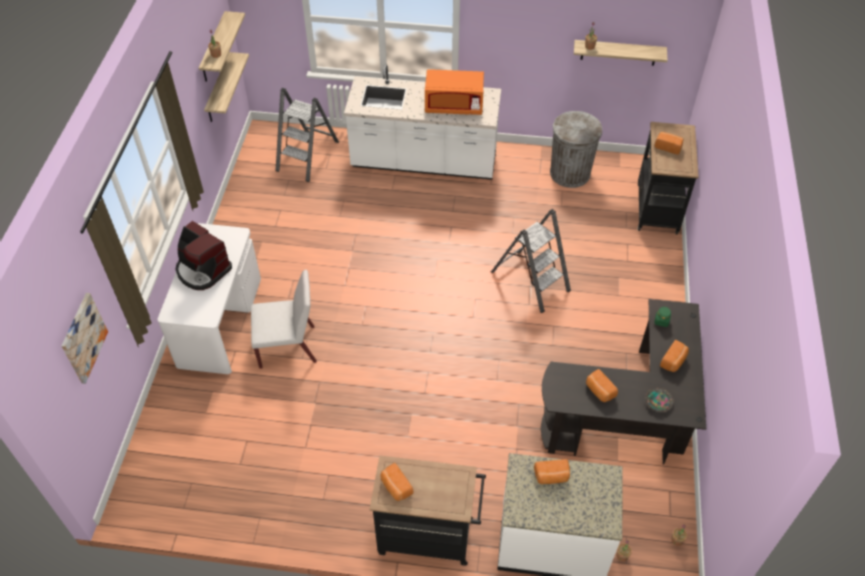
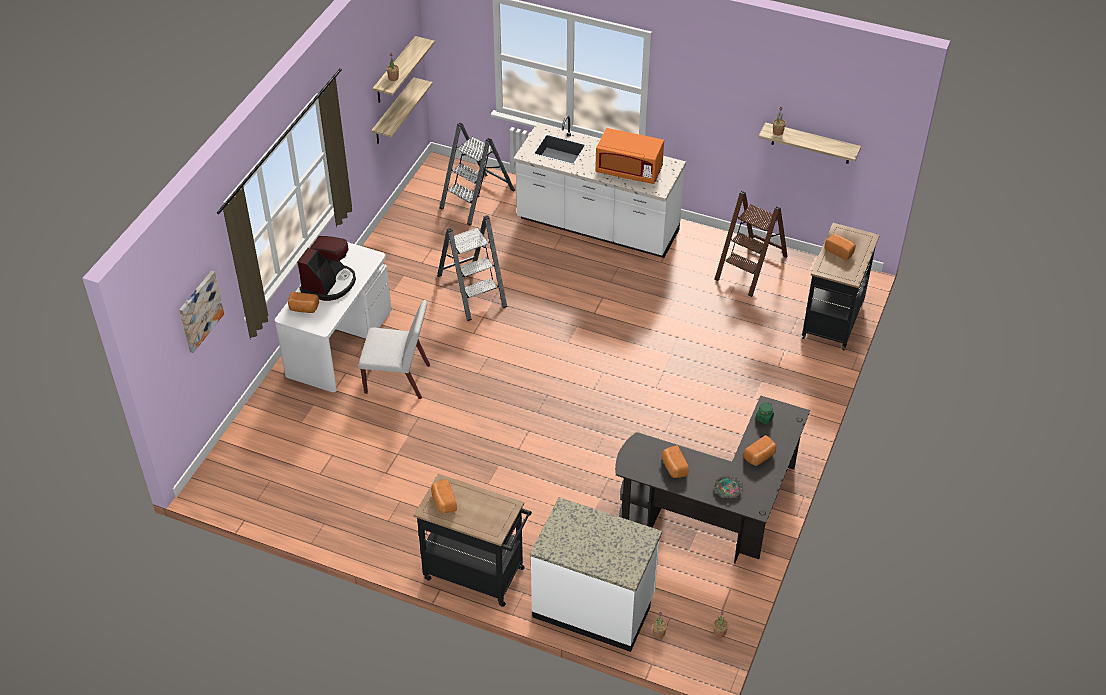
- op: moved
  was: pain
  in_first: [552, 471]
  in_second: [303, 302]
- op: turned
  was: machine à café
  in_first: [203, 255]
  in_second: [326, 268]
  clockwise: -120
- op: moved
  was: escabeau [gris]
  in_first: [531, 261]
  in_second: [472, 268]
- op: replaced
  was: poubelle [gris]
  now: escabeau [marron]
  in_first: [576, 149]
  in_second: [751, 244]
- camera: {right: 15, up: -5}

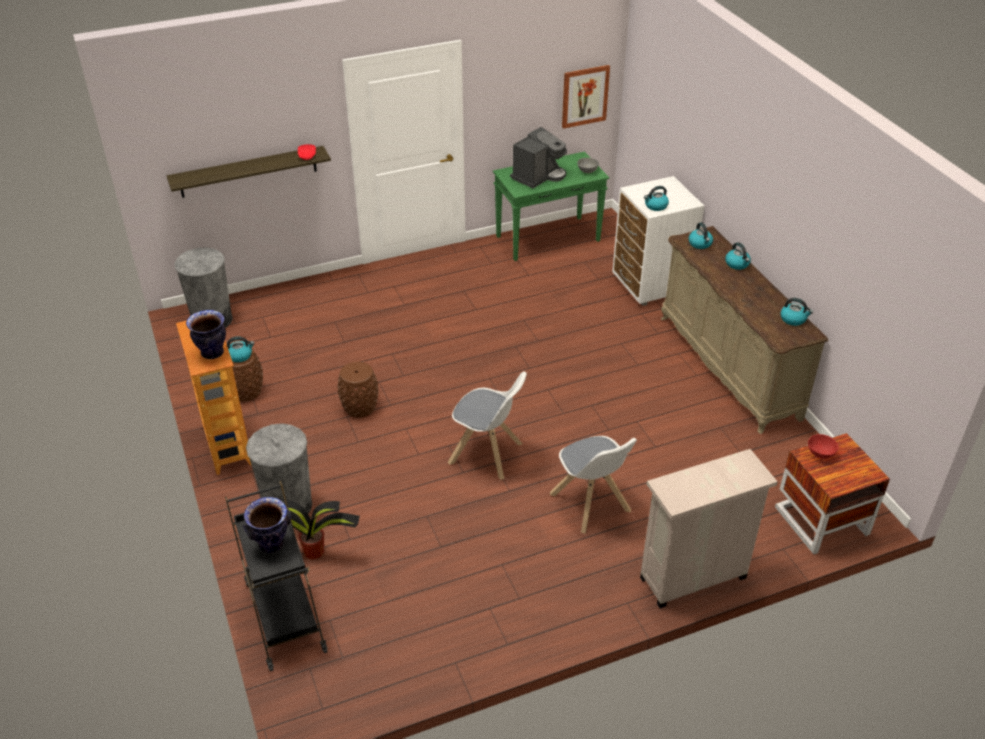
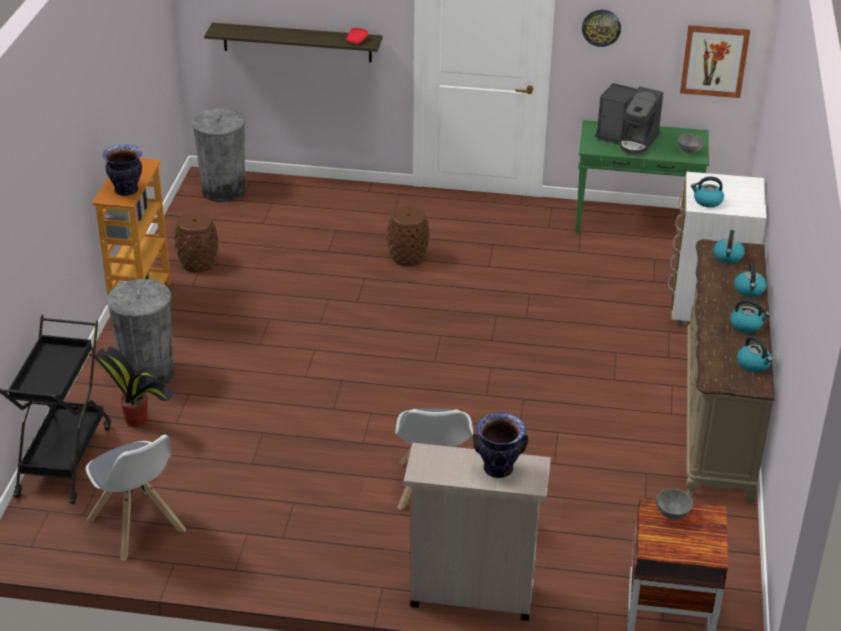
- op: moved
  was: chaise
  in_first: [487, 425]
  in_second: [136, 497]
- op: moved
  was: tabouret [marron]
  in_first: [358, 390]
  in_second: [408, 236]
- op: moved
  was: vase
  in_first: [267, 525]
  in_second: [501, 445]
- op: added
  now: horloge murale
  in_second: [601, 28]
- op: turned
  was: machine à café
  in_first: [538, 157]
  in_second: [629, 119]
  clockwise: 45
- op: recoloured
  was: bol [rouge]
  now: bol [gris]
  in_first: [823, 446]
  in_second: [674, 504]
- op: moved
  was: bouilloire
  in_first: [241, 349]
  in_second: [750, 316]
- camera: {right: 30, up: -5}

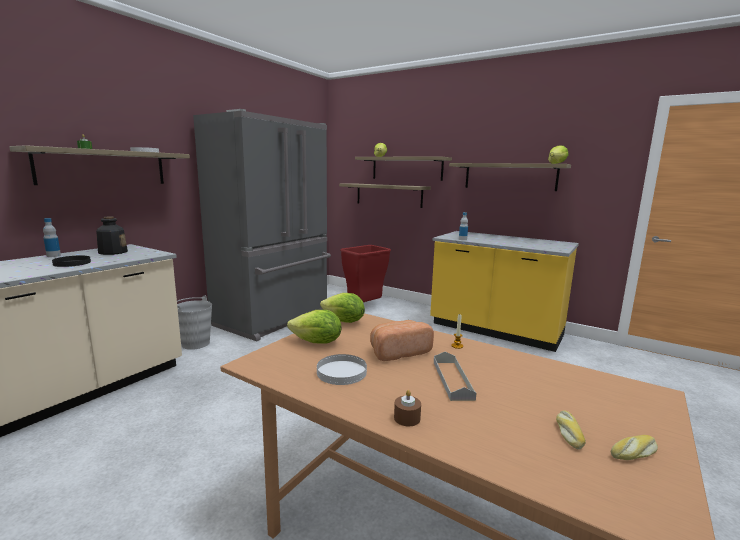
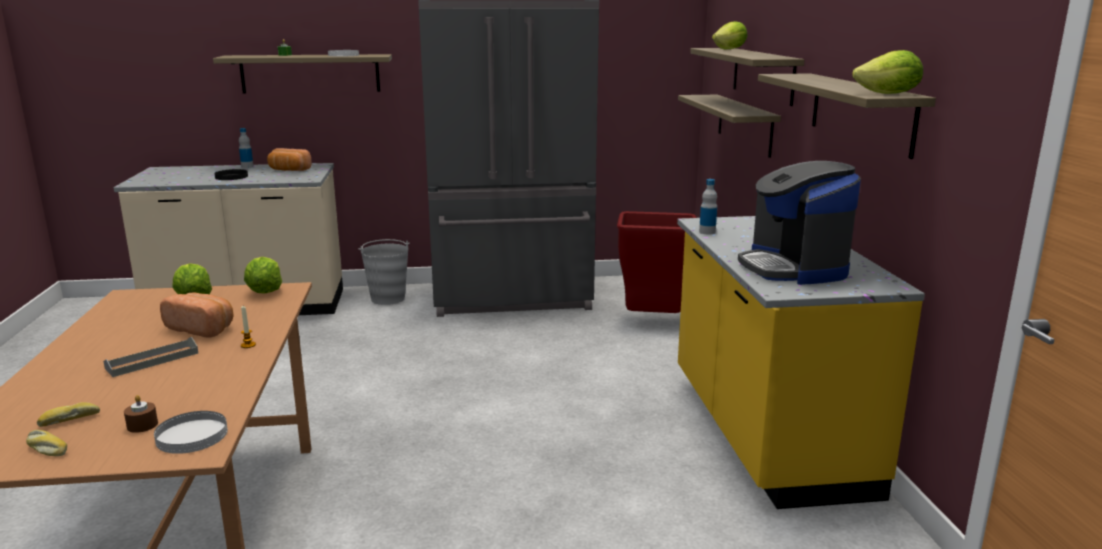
- op: moved
  was: bougie [marron]
  in_first: [407, 408]
  in_second: [141, 414]
- op: moved
  was: assiette [blanc]
  in_first: [342, 369]
  in_second: [191, 432]
- op: replaced
  was: bouteille
  now: pain
  in_first: [112, 235]
  in_second: [289, 159]
- op: added
  now: machine à café
  in_second: [799, 223]
- camera: {right: 50, up: 5}

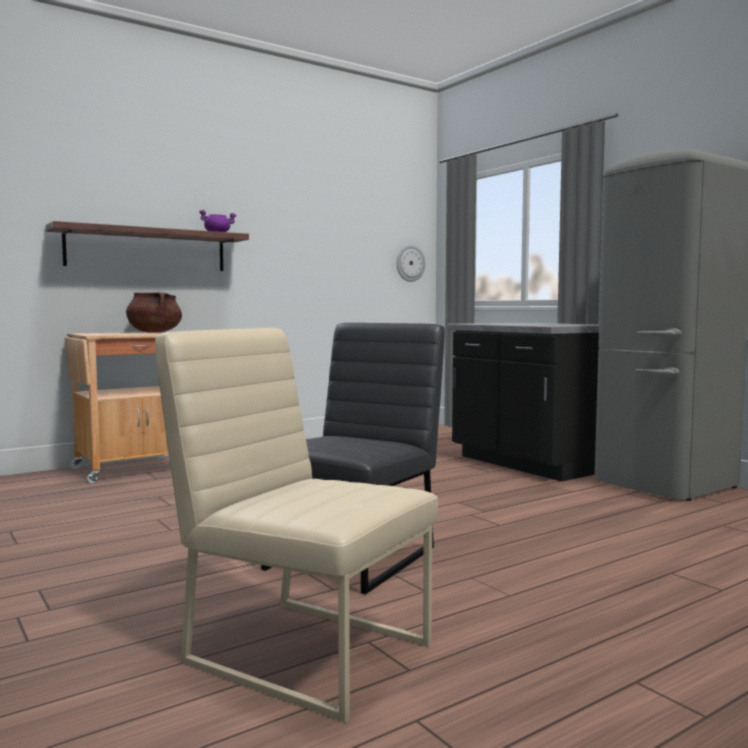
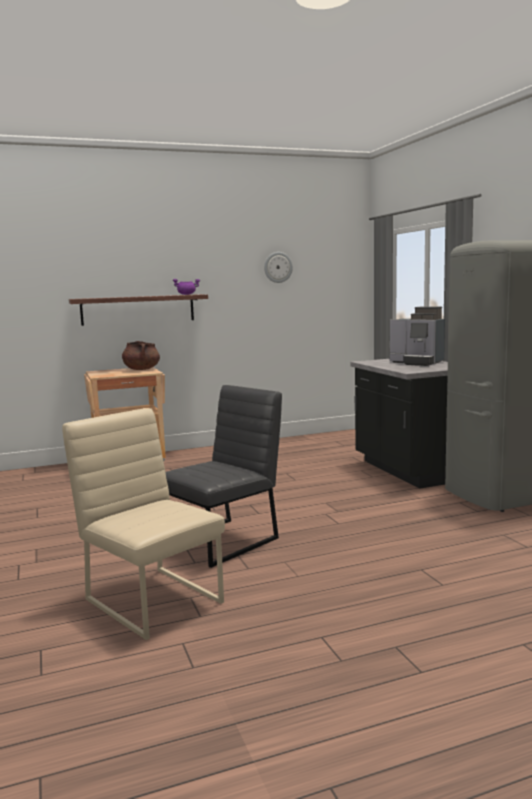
- op: moved
  was: horloge murale
  in_first: [410, 263]
  in_second: [278, 267]
- op: added
  now: machine à café
  in_second: [417, 336]
- camera: {right: 15, up: 5}

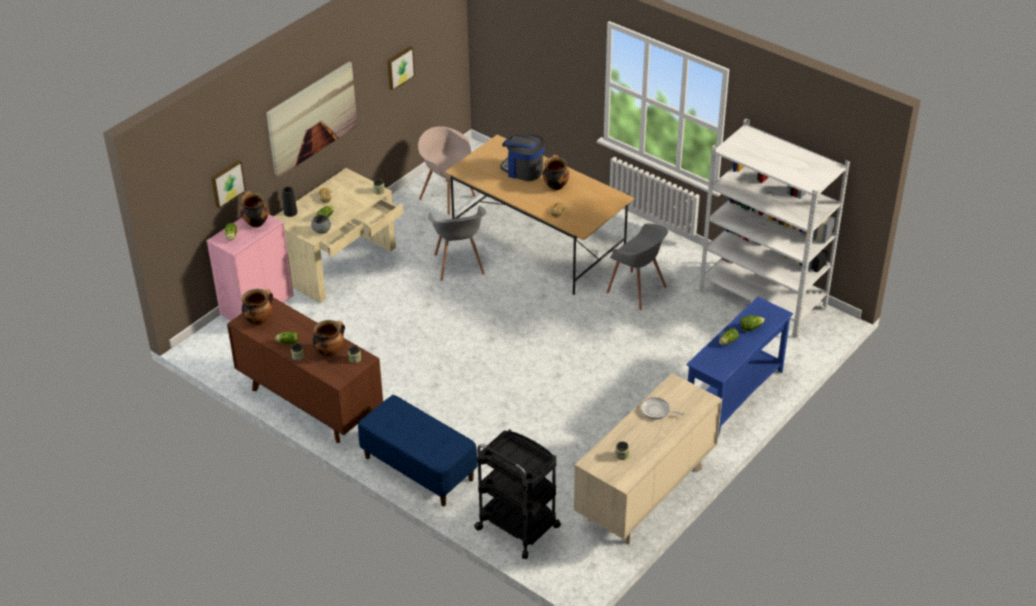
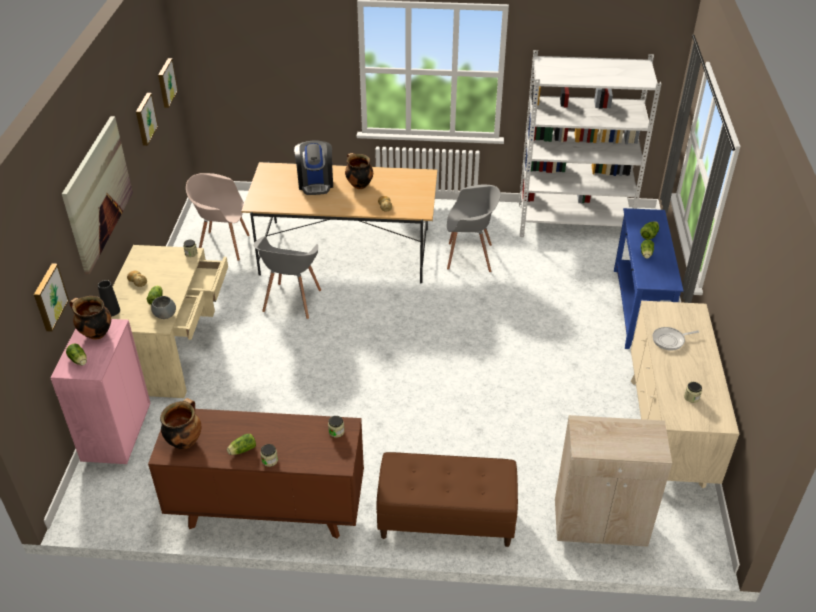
- op: added
  now: tableau
  in_second: [168, 83]
- op: turned
  was: chaise [gris]
  in_first: [457, 243]
  in_second: [287, 277]
  clockwise: 60
- op: turned
  was: machine à café
  in_first: [522, 158]
  in_second: [313, 168]
  clockwise: -90
- op: recoloured
  was: banc [bleu]
  now: banc [marron]
  in_first: [417, 450]
  in_second: [447, 499]
- op: replaced
  was: chariot [noir]
  now: meuble de rangement [beige]
  in_first: [517, 494]
  in_second: [613, 481]
- op: removed
  was: marmite
  in_first: [329, 338]
- camera: {right: -35, up: 0}

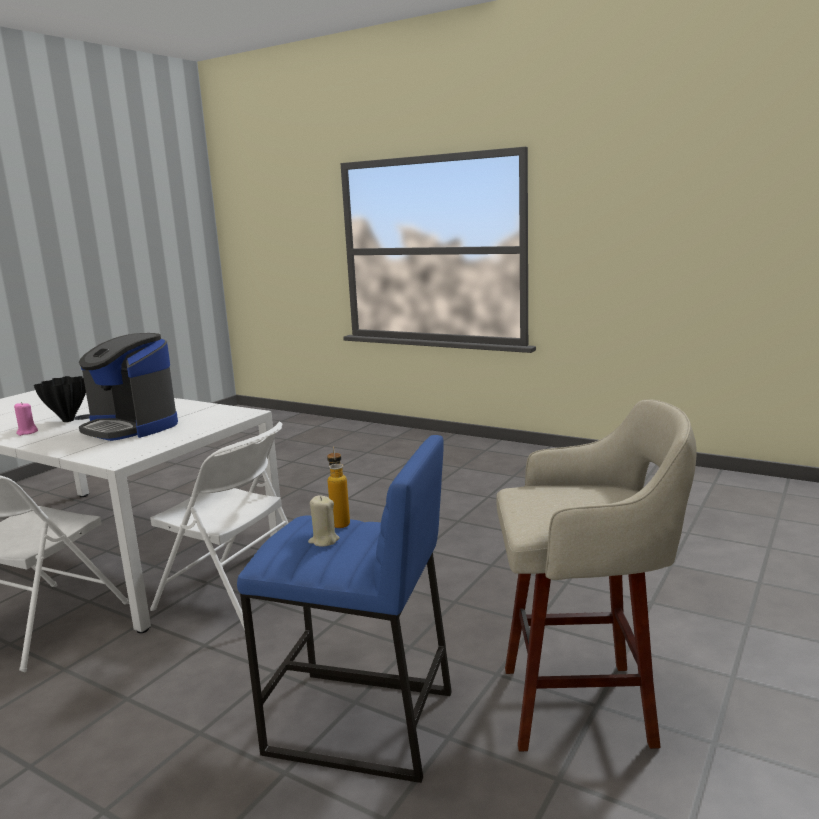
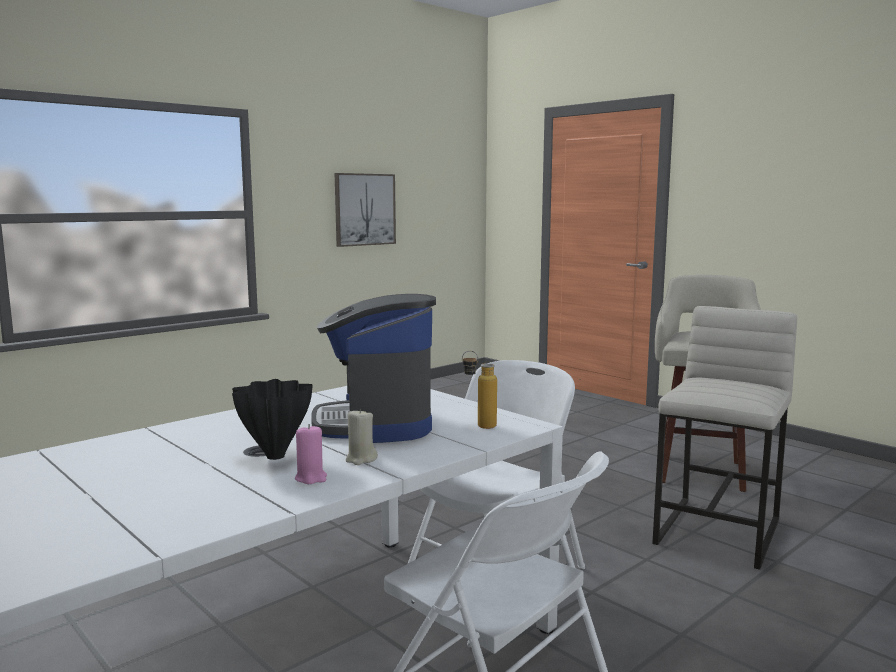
- op: turned
  was: machine à café
  in_first: [128, 387]
  in_second: [373, 368]
  clockwise: 120
- op: added
  now: tableau
  in_second: [365, 210]
- op: moved
  was: bougie [beige]
  in_first: [324, 521]
  in_second: [362, 437]
- op: moved
  was: bouteille
  in_first: [338, 487]
  in_second: [479, 390]
- op: recoloured
  was: tabouret [bleu]
  now: tabouret [beige]
  in_first: [344, 609]
  in_second: [724, 438]
- camera: {right: -75, up: -5}

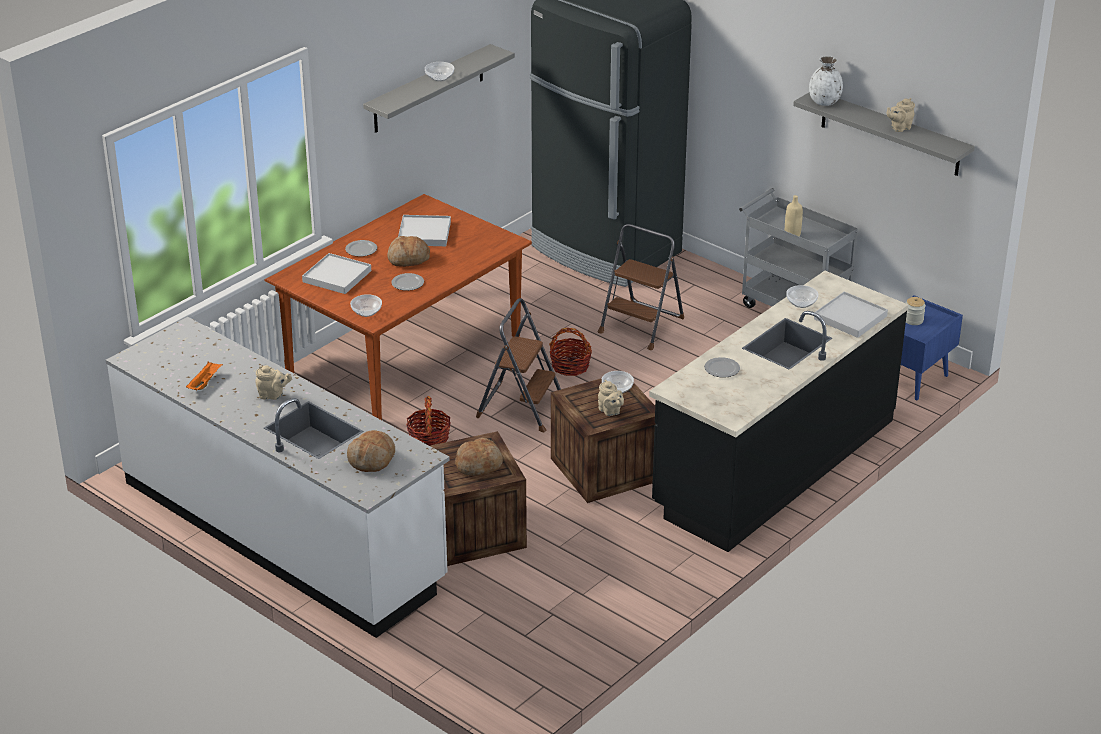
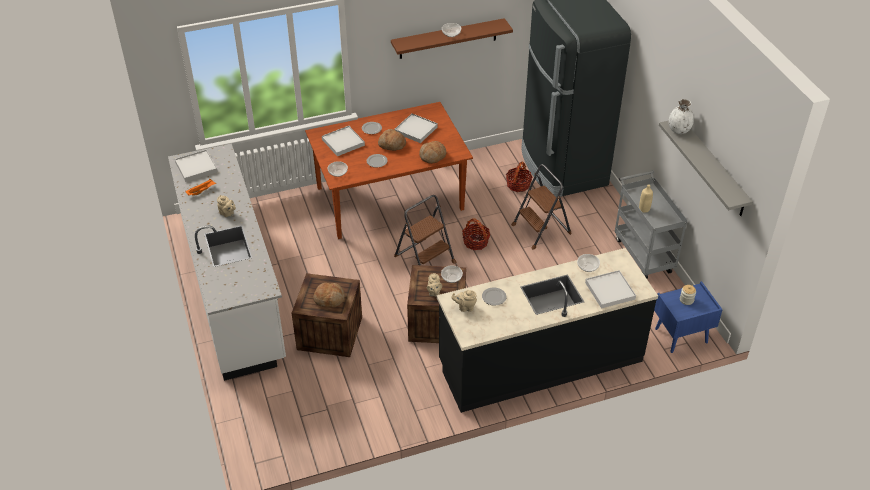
- op: added
  now: plateau [blanc]
  in_second: [196, 165]
- op: recoloured
  was: étagère [gris]
  now: étagère [marron]
  in_first: [439, 88]
  in_second: [452, 38]
- op: moved
  was: pain
  in_first: [371, 451]
  in_second: [432, 152]
- op: moved
  was: théière [beige]
  in_first: [901, 115]
  in_second: [464, 301]
- op: moved
  was: panier
  in_first: [428, 421]
  in_second: [519, 176]
- camera: {right: 30, up: 10}

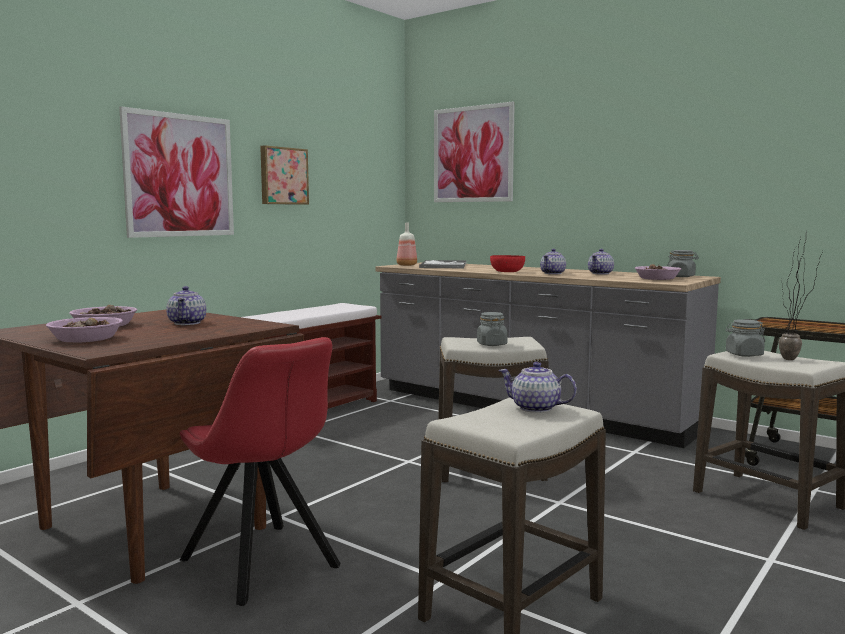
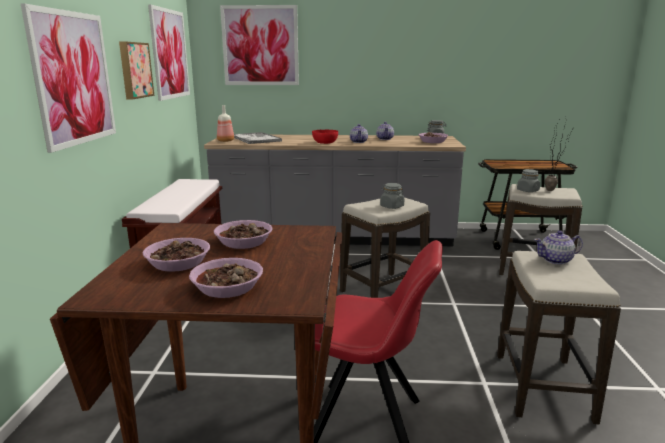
- op: added
  now: tableau
  in_second: [169, 52]
- op: replaced
  was: théière
  now: bol
  in_first: [186, 305]
  in_second: [243, 234]
- camera: {right: -35, up: 10}

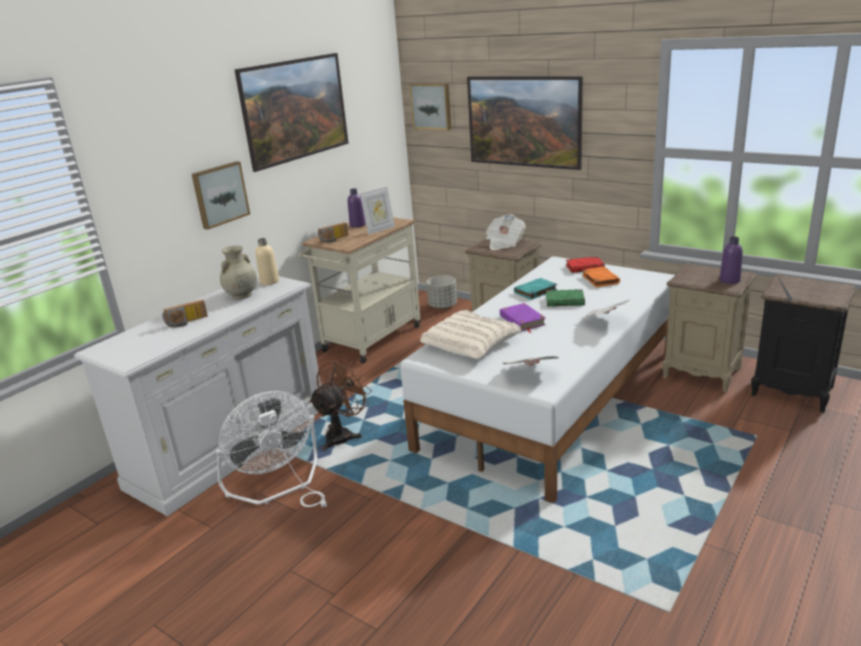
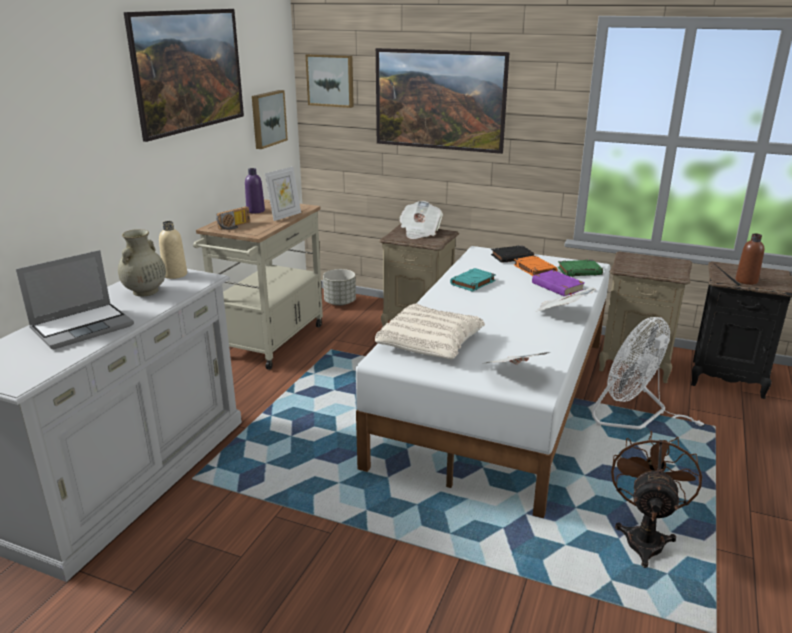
- op: replaced
  was: radio
  now: ordinateur portable
  in_first: [185, 313]
  in_second: [75, 299]
- op: moved
  was: tableau
  in_first: [221, 195]
  in_second: [270, 119]
- op: recoloured
  was: livre [rouge]
  now: livre [noir]
  in_first: [585, 264]
  in_second: [512, 254]
- op: moved
  was: livre [violet]
  in_first: [523, 318]
  in_second: [558, 283]
- op: moved
  was: livre [vert]
  in_first: [565, 298]
  in_second: [580, 268]
- op: moved
  was: ventilateur [blanc]
  in_first: [271, 449]
  in_second: [648, 373]
- op: moved
  was: ventilateur [marron]
  in_first: [340, 404]
  in_second: [656, 499]
- op: added
  now: bouteille [marron]
  in_second: [749, 259]
- op: removed
  was: bouteille [violet]
  in_first: [731, 260]
- camera: {right: -15, up: 0}

